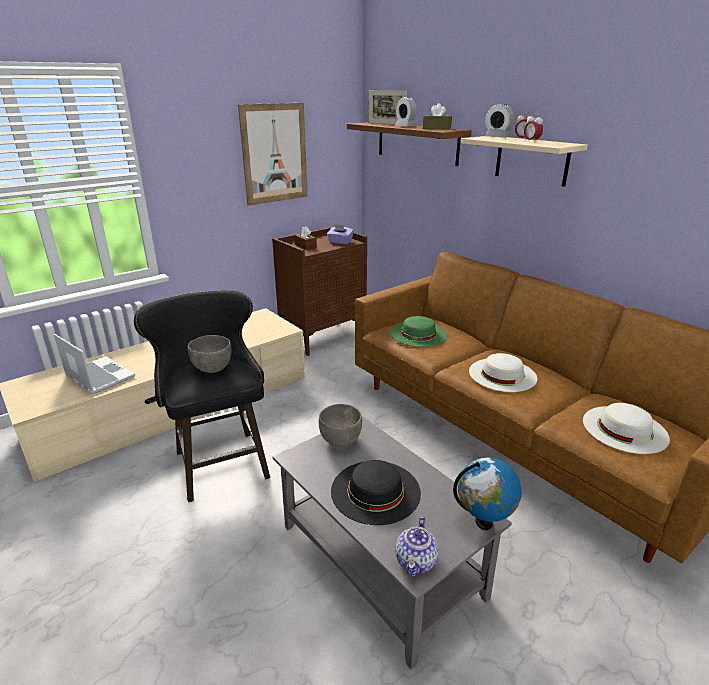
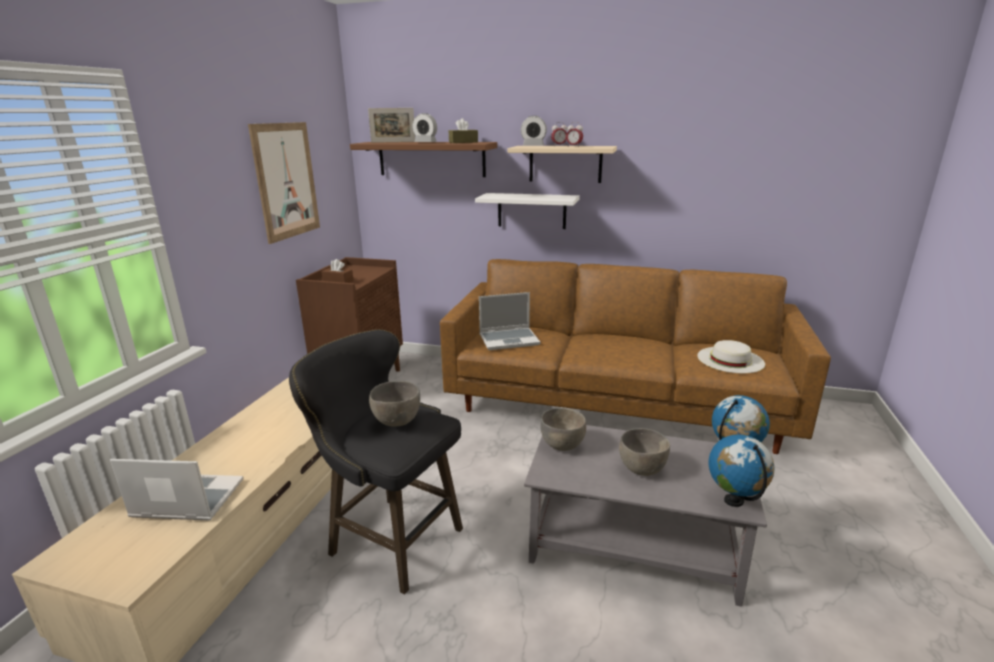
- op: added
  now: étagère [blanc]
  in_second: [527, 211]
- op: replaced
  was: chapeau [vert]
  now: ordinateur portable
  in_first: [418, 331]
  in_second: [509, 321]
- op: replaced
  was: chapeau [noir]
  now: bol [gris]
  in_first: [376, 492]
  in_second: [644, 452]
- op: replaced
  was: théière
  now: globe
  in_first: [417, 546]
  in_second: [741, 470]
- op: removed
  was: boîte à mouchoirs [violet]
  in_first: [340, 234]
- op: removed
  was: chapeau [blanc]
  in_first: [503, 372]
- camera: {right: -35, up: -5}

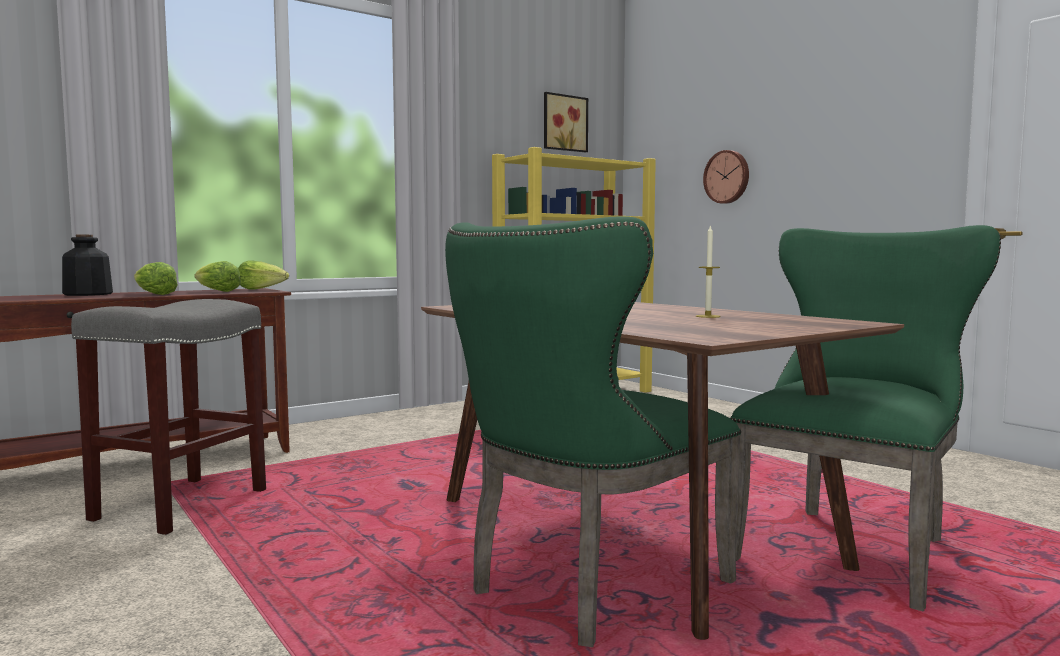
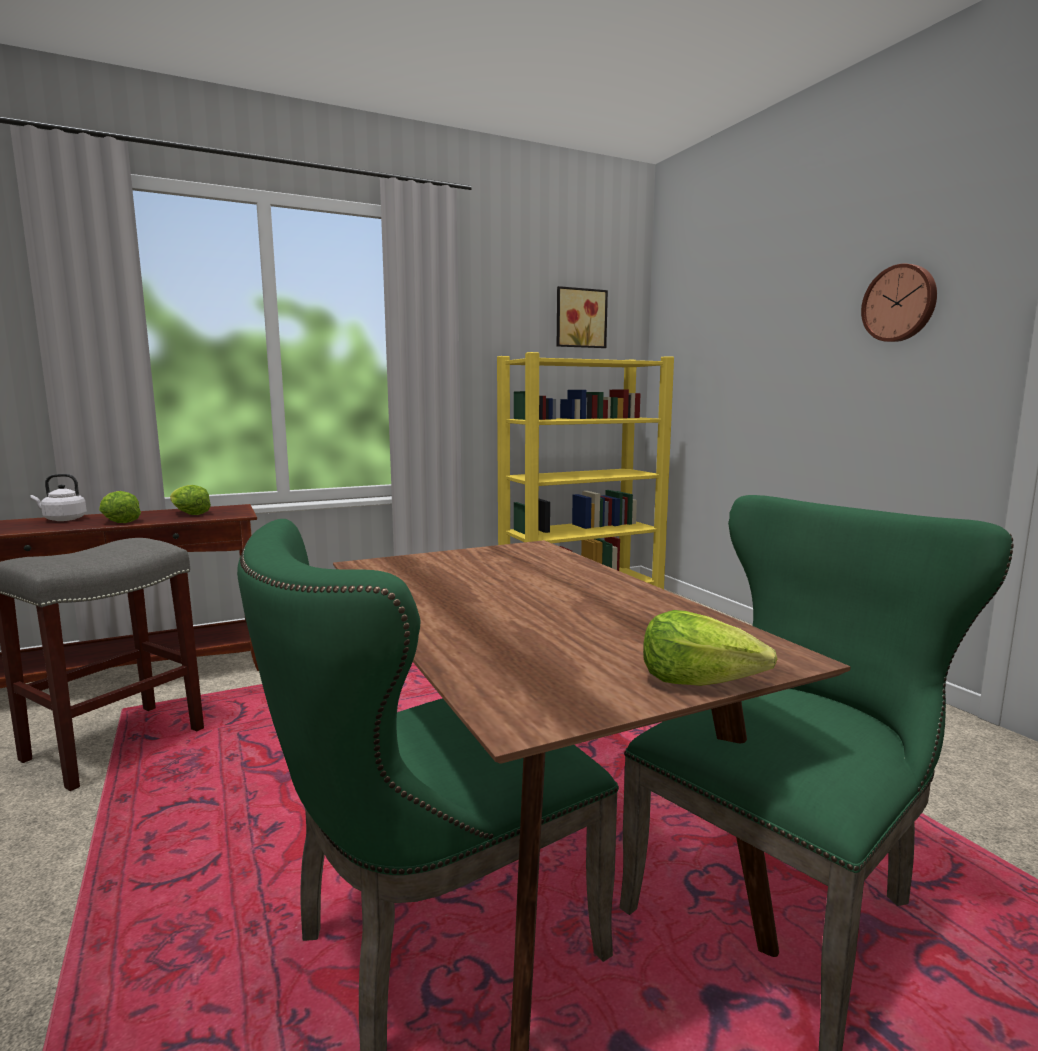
- op: replaced
  was: bouteille
  now: bouilloire [blanc]
  in_first: [87, 265]
  in_second: [59, 497]
- op: moved
  was: laitue
  in_first: [263, 275]
  in_second: [710, 648]
- op: moved
  was: horloge murale
  in_first: [726, 177]
  in_second: [899, 303]
- op: removed
  was: bougie
  in_first: [708, 271]
- camera: {right: 10, up: 5}

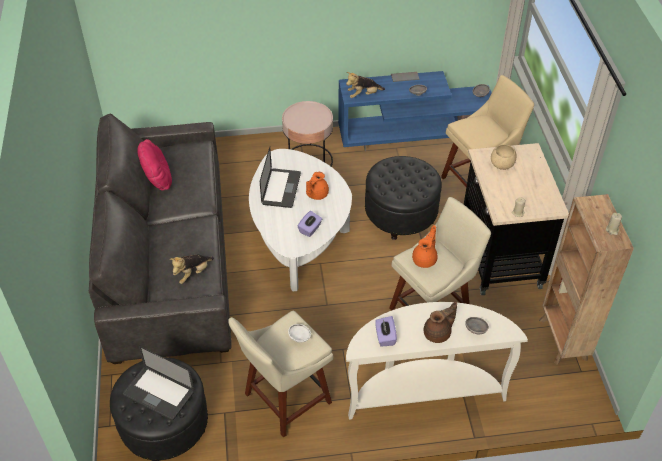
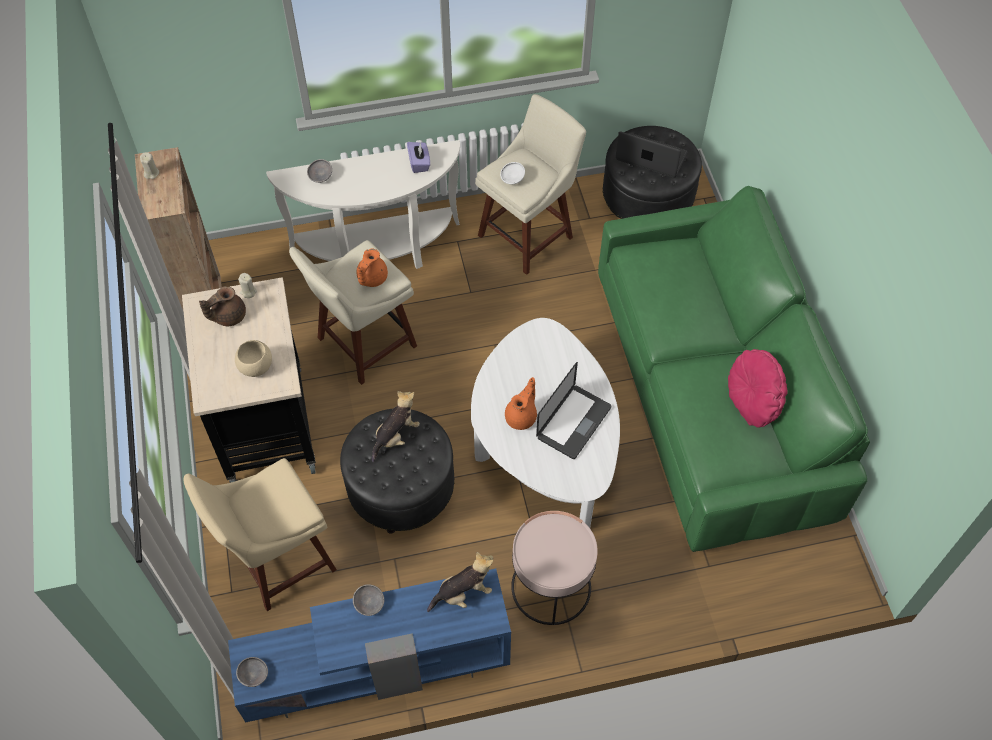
- op: moved
  was: théière [marron]
  in_first: [440, 322]
  in_second: [222, 306]
- op: moved
  was: peluche
  in_first: [192, 269]
  in_second: [396, 426]
- op: turned
  was: ordinateur portable
  in_first: [280, 177]
  in_second: [573, 410]
  clockwise: -150
- op: recoloured
  was: canapé [gris]
  now: canapé [vert]
  in_first: [160, 239]
  in_second: [734, 369]
- op: removed
  was: boîte à mouchoirs [violet]
  in_first: [310, 224]
- camera: {right: 175, up: 10}

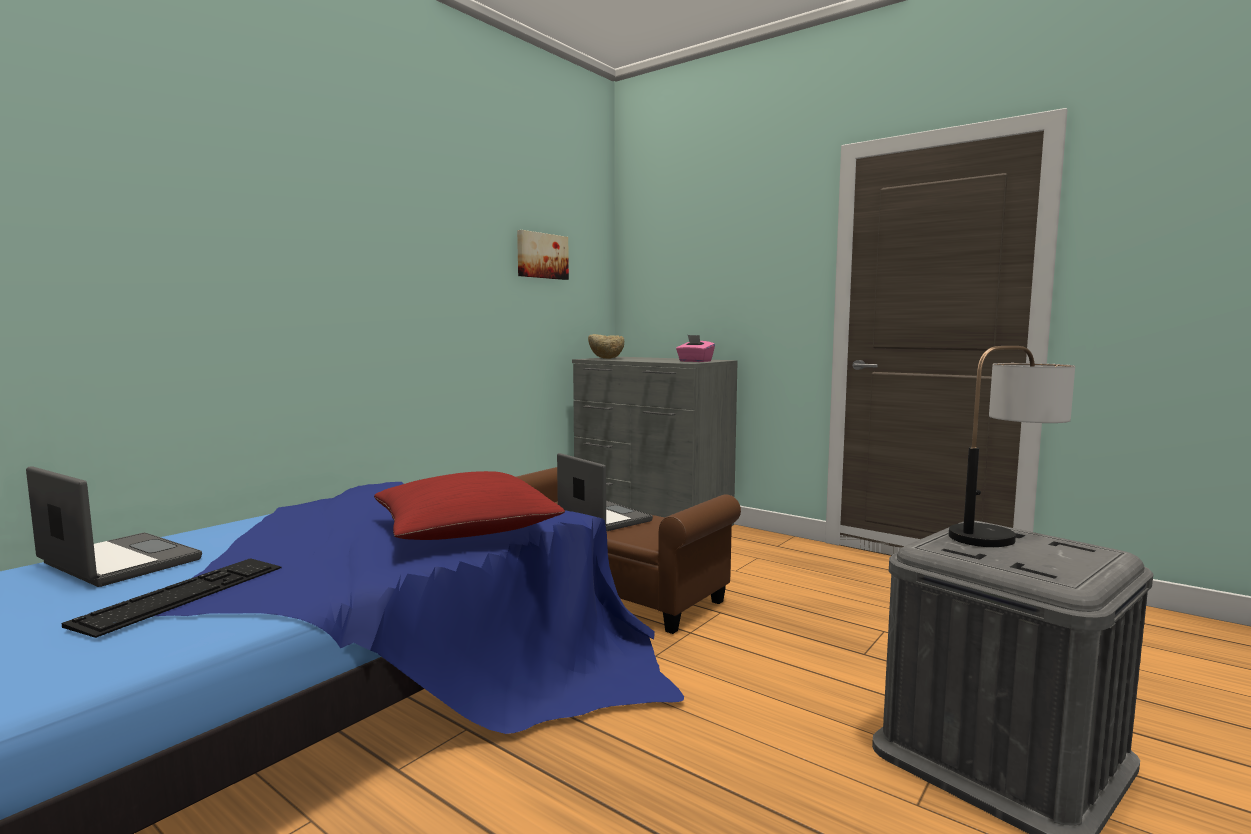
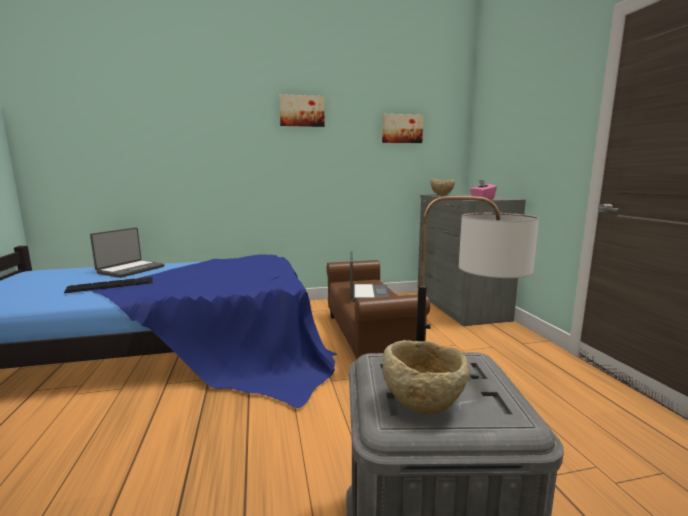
- op: turned
  was: ordinateur portable
  in_first: [114, 526]
  in_second: [127, 252]
  clockwise: 45
- op: added
  now: tableau
  in_second: [302, 110]
- op: added
  now: bol [beige]
  in_second: [426, 377]
- op: removed
  was: coussin [rouge]
  in_first: [469, 505]
- camera: {right: 40, up: 5}

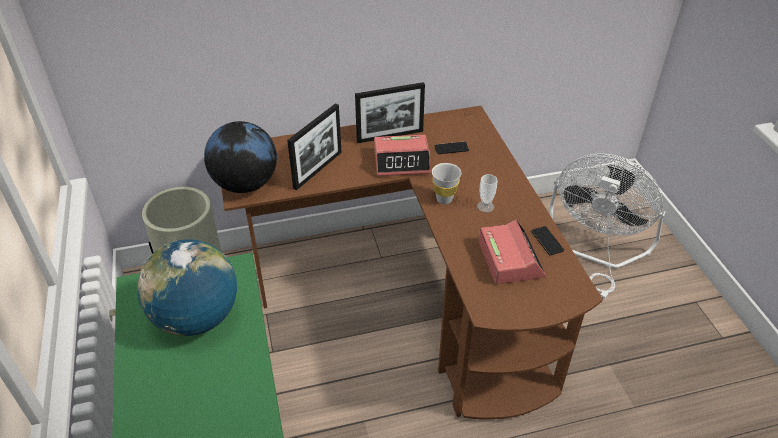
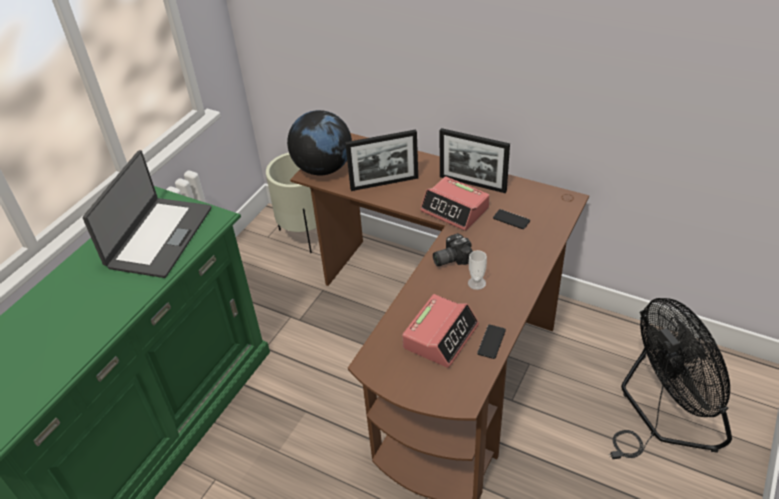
- op: replaced
  was: globe
  now: ordinateur portable
  in_first: [187, 287]
  in_second: [147, 214]
- op: replaced
  was: tasse [blanc]
  now: appareil photo
  in_first: [446, 183]
  in_second: [453, 249]
- op: recoloured
  was: ventilateur [blanc]
  now: ventilateur [noir]
  in_first: [607, 226]
  in_second: [670, 378]
- camera: {right: 45, up: 0}

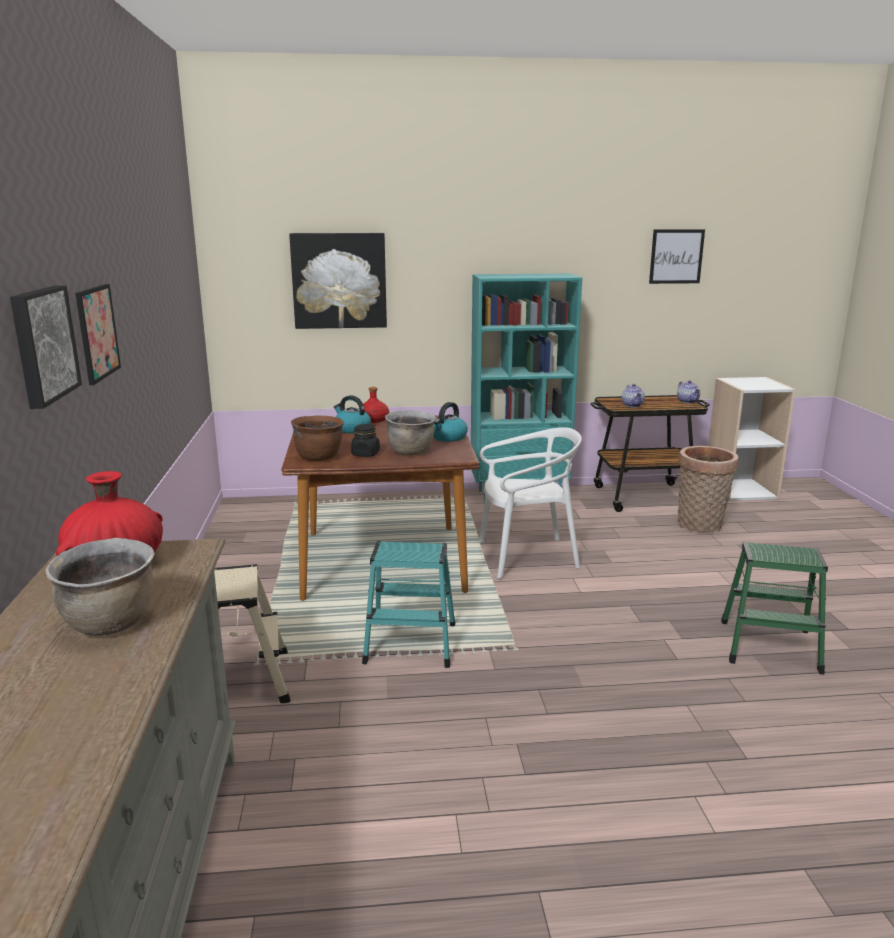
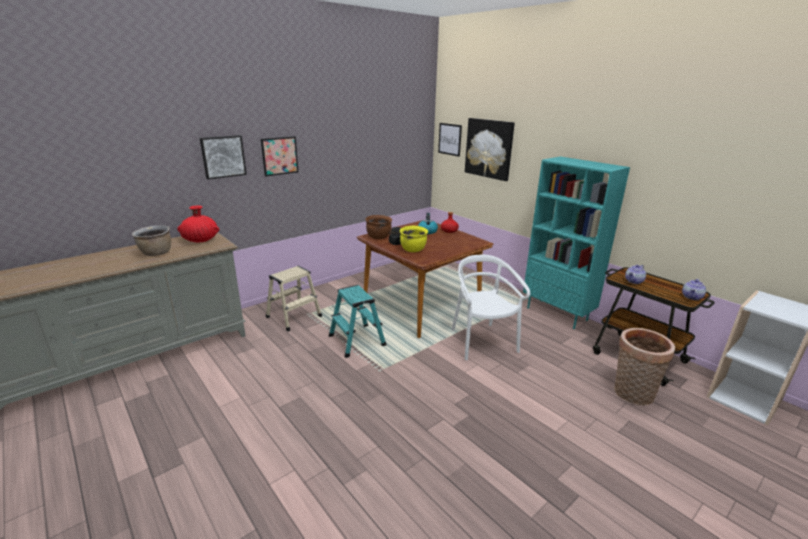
- op: recoloured
  was: marmite [marron]
  now: marmite [jaune]
  in_first: [410, 433]
  in_second: [414, 238]
- op: moved
  was: tableau
  in_first: [677, 256]
  in_second: [450, 140]
- op: turned
  was: chaise [blanc]
  in_first: [530, 503]
  in_second: [491, 307]
  clockwise: -150
- op: removed
  was: bouilloire
  in_first: [450, 422]
- op: removed
  was: escabeau [vert]
  in_first: [774, 608]
- camera: {right: 55, up: 5}

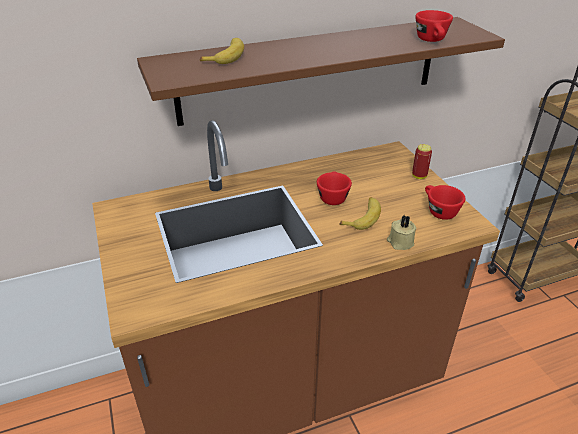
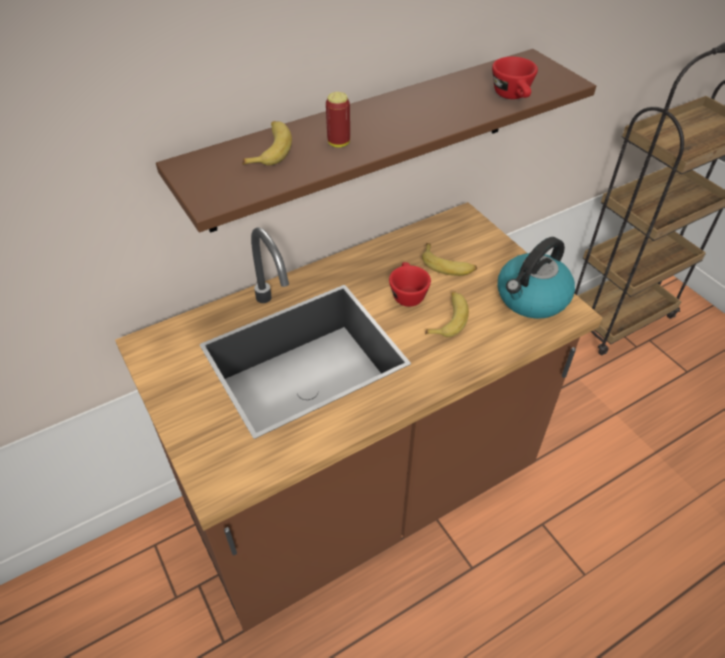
- op: moved
  was: boîte métallique
  in_first: [422, 161]
  in_second: [338, 120]
- op: added
  now: banane
  in_second: [449, 259]
- op: replaced
  was: tasse [rouge]
  now: bouilloire
  in_first: [445, 202]
  in_second: [536, 278]
- op: removed
  was: bougie [beige]
  in_first: [402, 232]
- camera: {right: -10, up: 10}

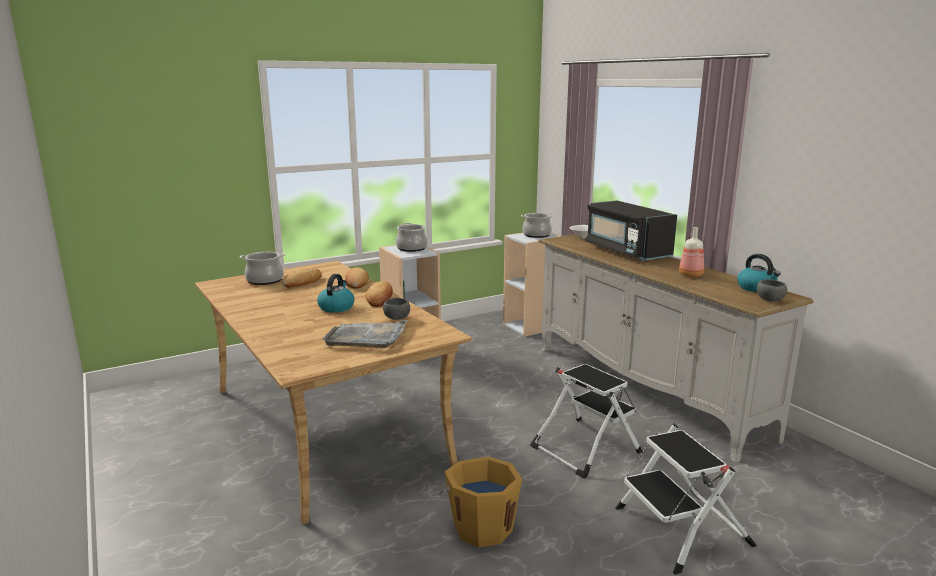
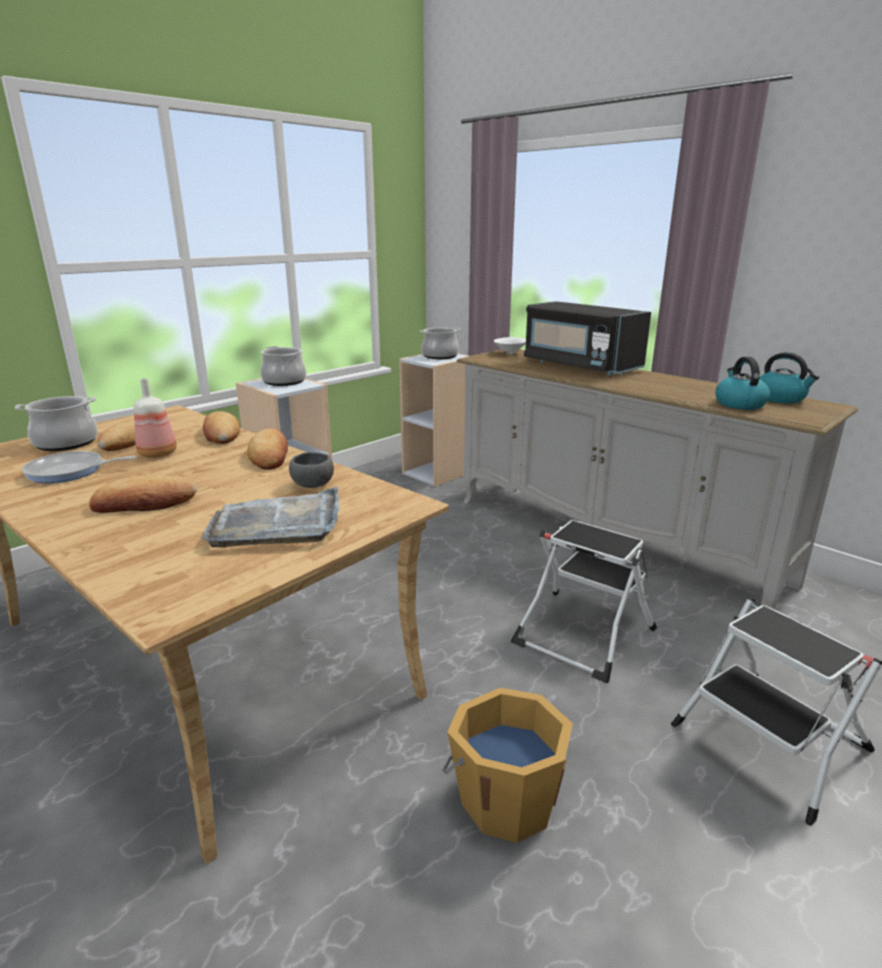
- op: added
  now: poêle
  in_second: [79, 467]
- op: added
  now: pain
  in_second: [143, 494]
- op: moved
  was: bouteille
  in_first: [691, 252]
  in_second: [155, 418]
- op: moved
  was: bouilloire
  in_first: [335, 293]
  in_second: [742, 383]
- op: removed
  was: bol [gris]
  in_first: [772, 290]
- camera: {right: -15, up: 5}

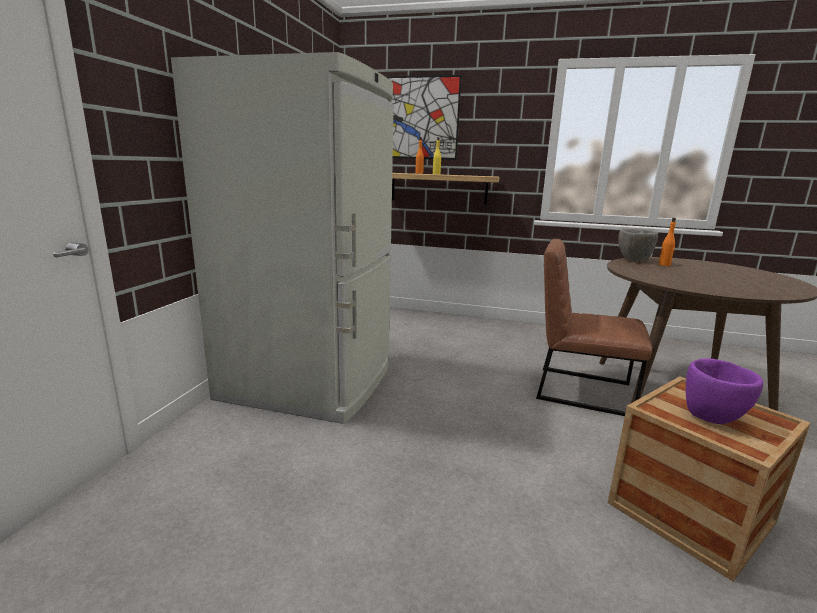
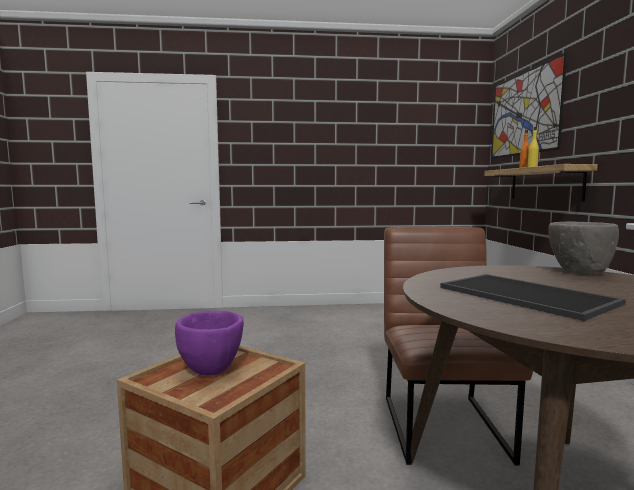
- op: added
  now: plateau
  in_second: [533, 297]
- op: removed
  was: réfrigérateur [blanc]
  in_first: [282, 238]
- op: removed
  was: bouteille [orange]
  in_first: [667, 242]
- camera: {right: 70, up: -10}

